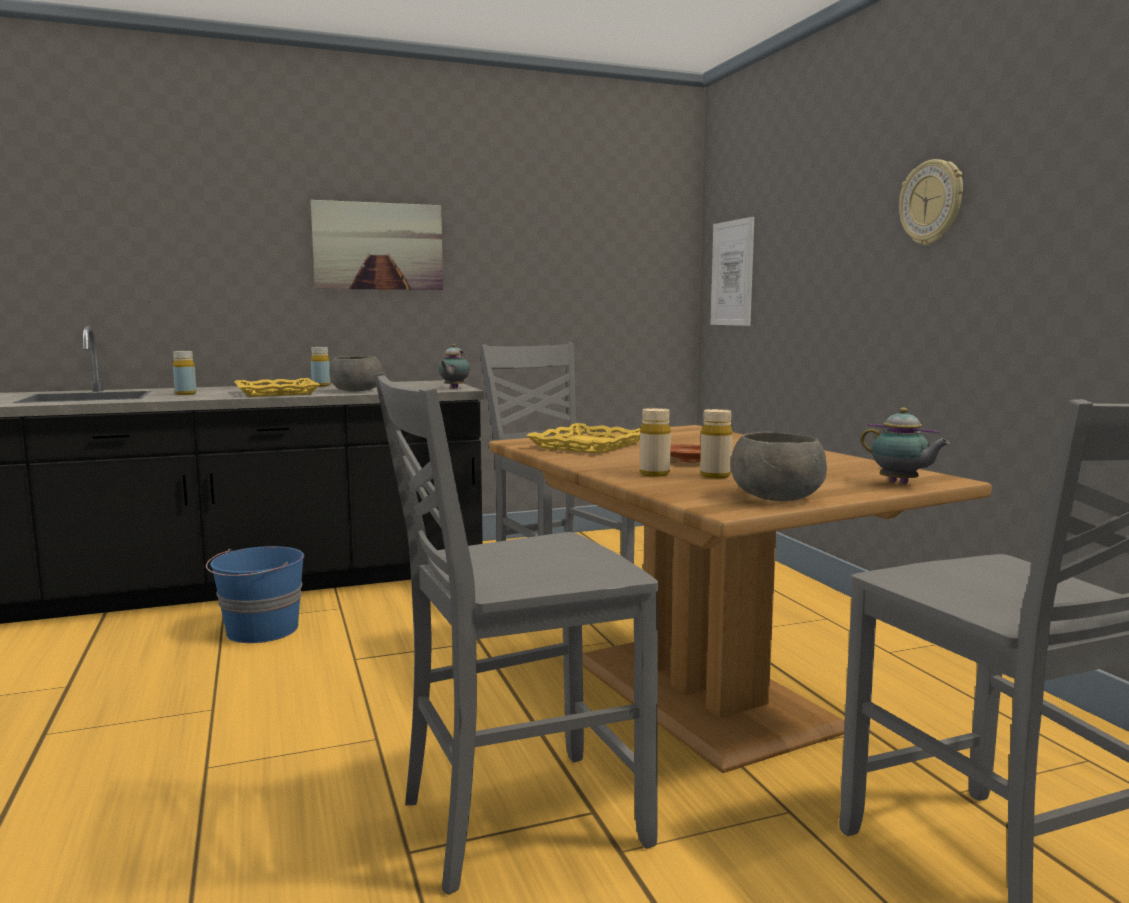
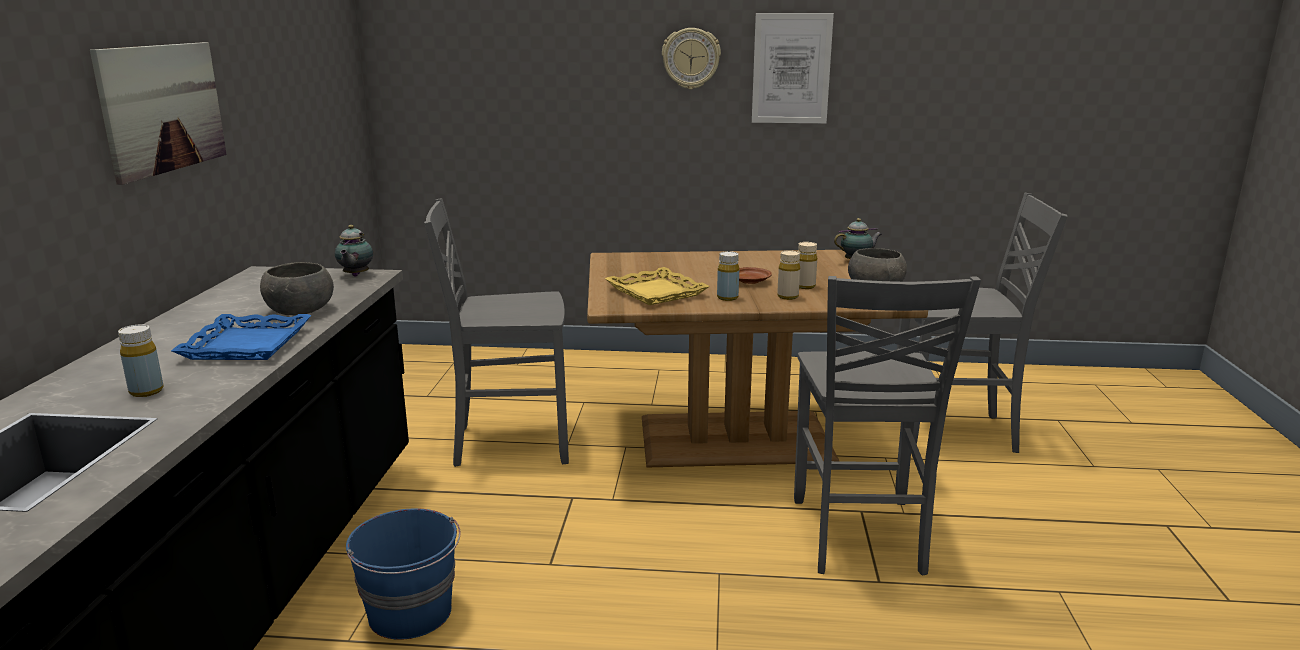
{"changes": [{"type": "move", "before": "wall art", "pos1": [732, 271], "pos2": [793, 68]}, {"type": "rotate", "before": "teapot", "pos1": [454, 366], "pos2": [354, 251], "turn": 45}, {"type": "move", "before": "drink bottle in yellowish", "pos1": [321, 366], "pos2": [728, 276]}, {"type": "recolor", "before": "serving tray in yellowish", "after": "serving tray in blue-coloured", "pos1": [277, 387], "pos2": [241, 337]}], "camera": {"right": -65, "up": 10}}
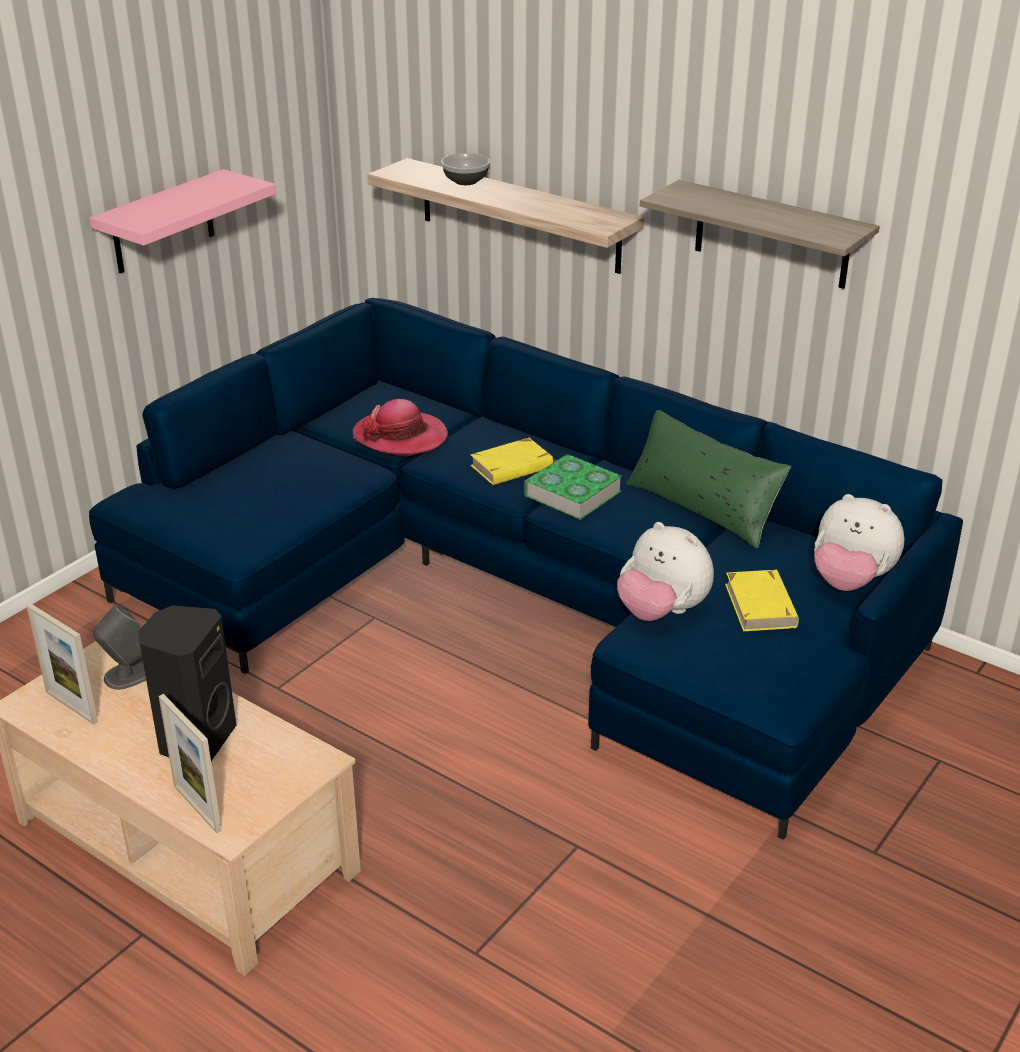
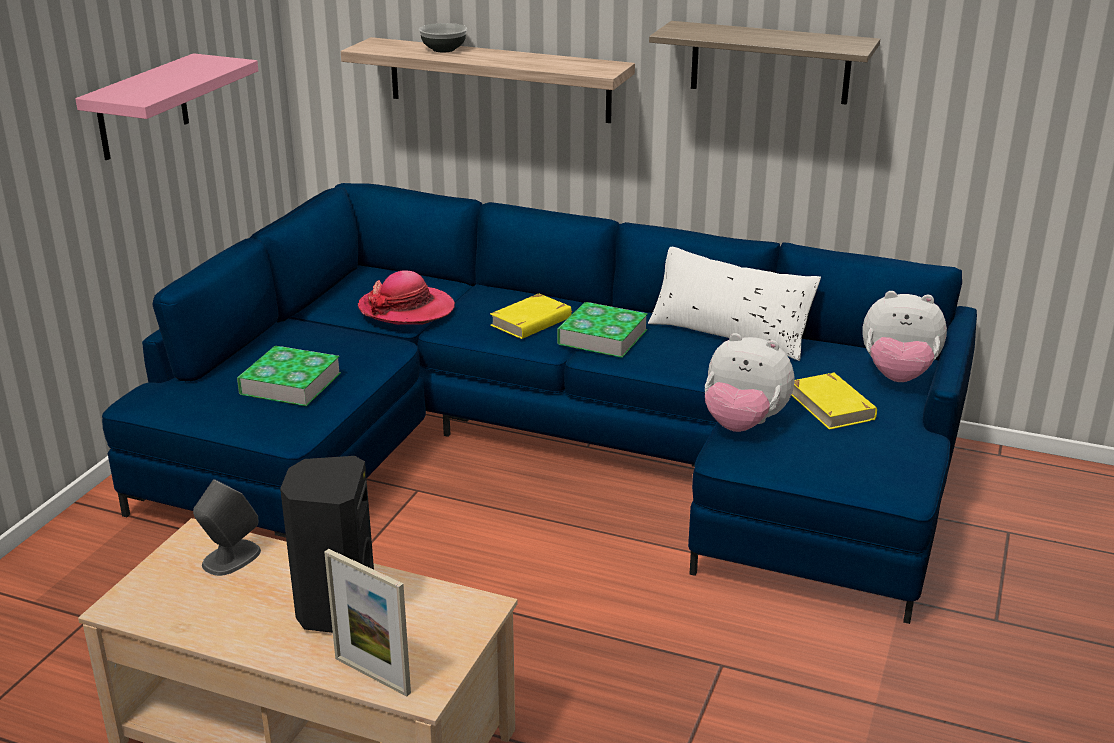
{"changes": [{"type": "recolor", "before": "throw pillow in green-coloured", "after": "throw pillow in white", "pos1": [708, 479], "pos2": [734, 304]}, {"type": "delete", "before": "picture frame", "pos1": [62, 663]}, {"type": "insert", "after": "book", "pos2": [289, 376]}], "camera": {"right": -15, "up": -5}}
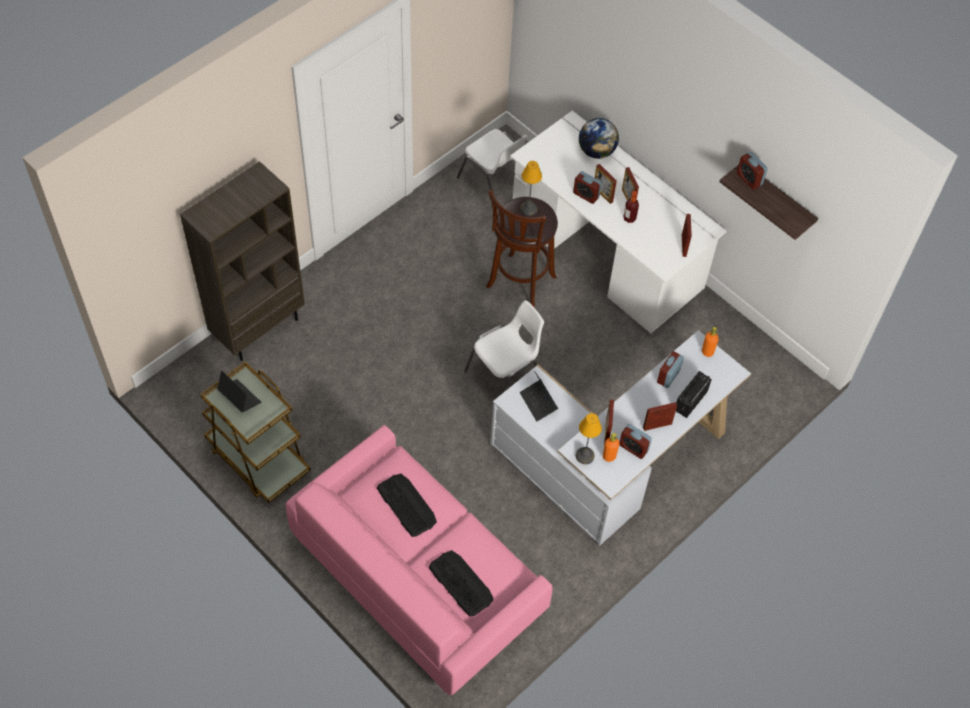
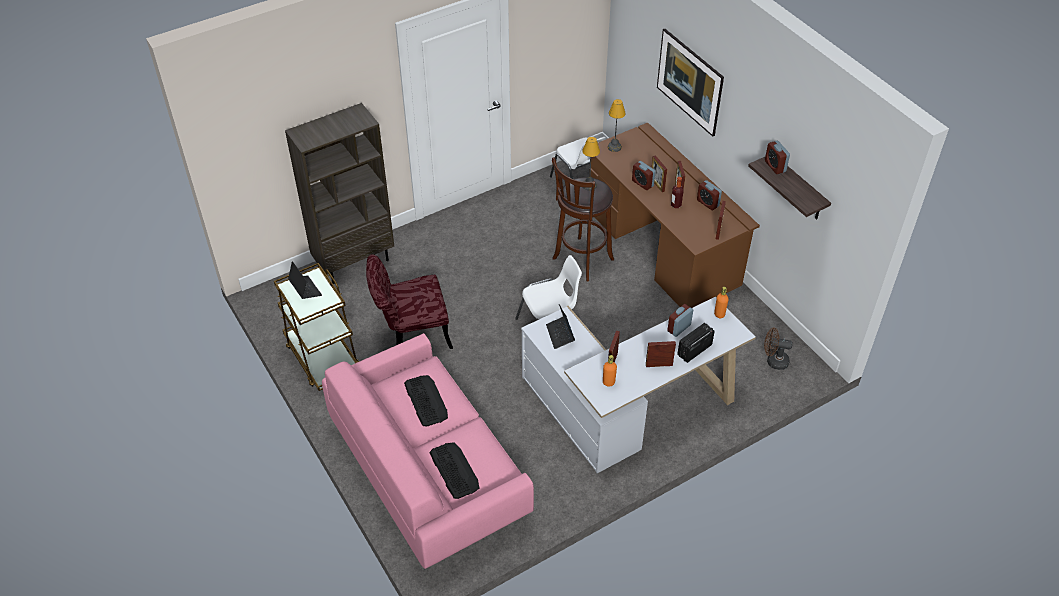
{"changes": [{"type": "recolor", "before": "desk unit in white", "after": "desk unit in brown-coloured", "pos1": [618, 222], "pos2": [674, 215]}, {"type": "delete", "before": "world globe", "pos1": [599, 138]}, {"type": "move", "before": "tabletop lamp", "pos1": [589, 438], "pos2": [617, 125]}, {"type": "move", "before": "alarm clock", "pos1": [635, 441], "pos2": [709, 195]}, {"type": "insert", "after": "wall art", "pos2": [690, 83]}, {"type": "insert", "after": "upright chair in red-coloured", "pos2": [409, 301]}, {"type": "insert", "after": "cooling fan in brown-coloured", "pos2": [778, 349]}], "camera": {"right": 15, "up": -10}}
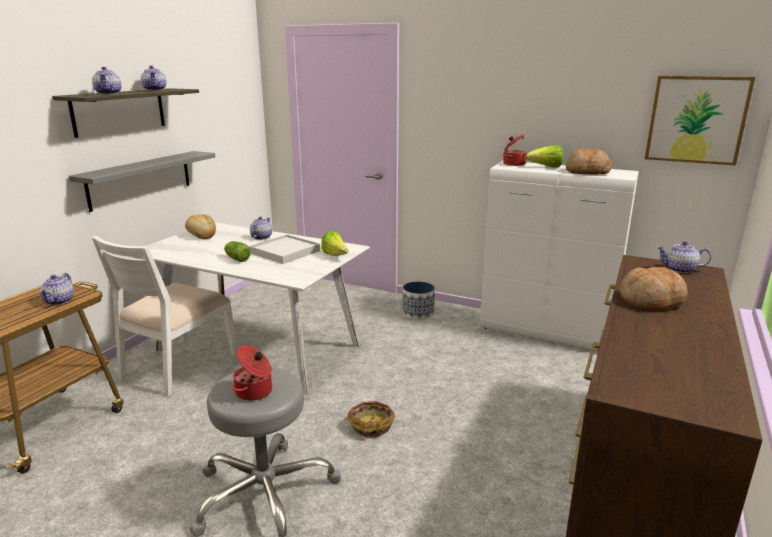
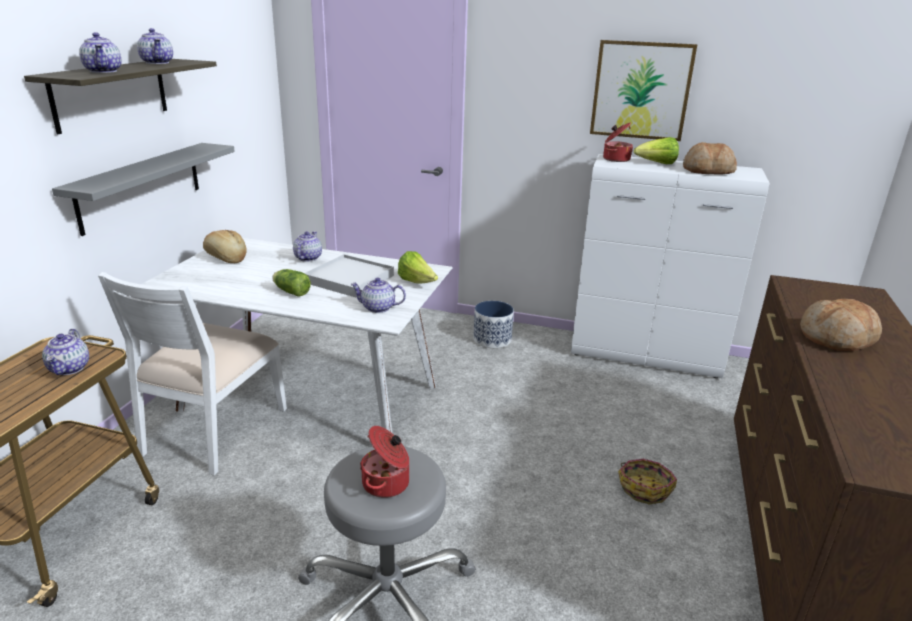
{"changes": [{"type": "move", "before": "wall art", "pos1": [700, 121], "pos2": [643, 90]}, {"type": "move", "before": "teapot", "pos1": [684, 257], "pos2": [378, 295]}, {"type": "move", "before": "household basket", "pos1": [371, 419], "pos2": [647, 482]}], "camera": {"right": -10, "up": 5}}
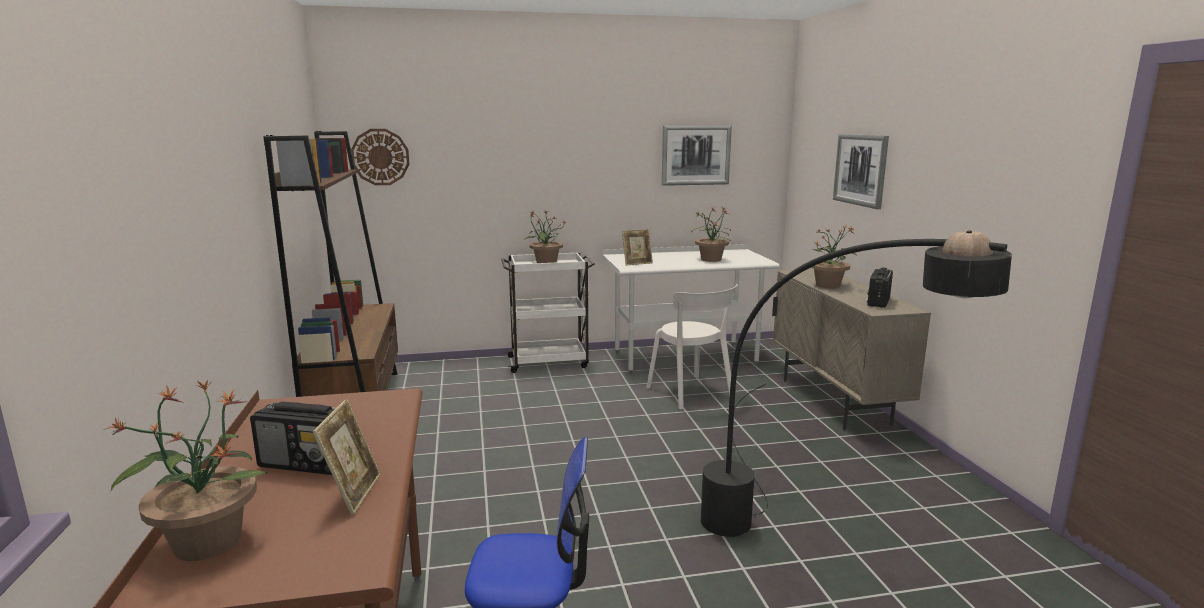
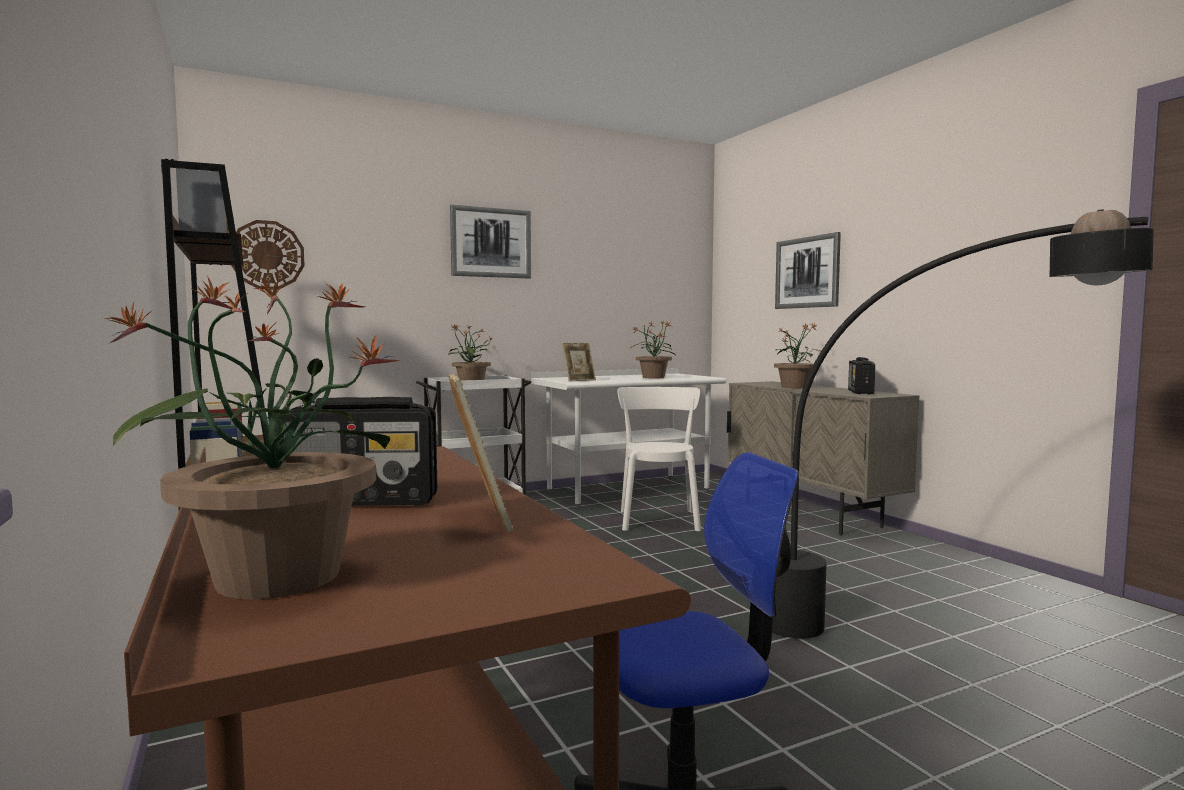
{"changes": [{"type": "move", "before": "wall art", "pos1": [697, 156], "pos2": [490, 241]}, {"type": "rotate", "before": "upright chair in white", "pos1": [692, 346], "pos2": [659, 459], "turn": -135}], "camera": {"right": -15, "up": -10}}
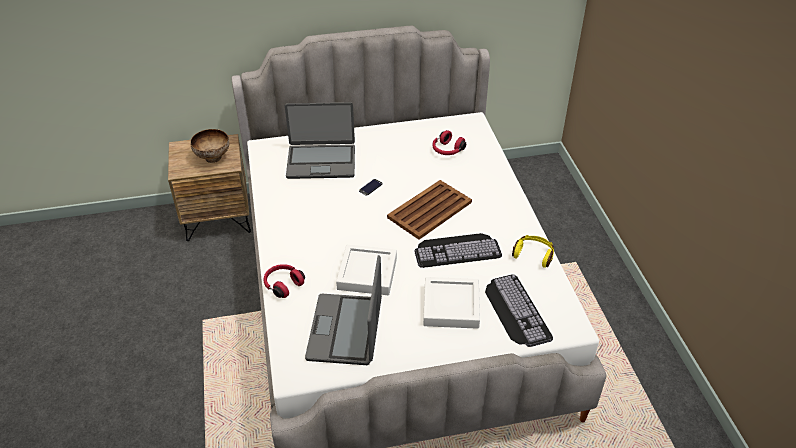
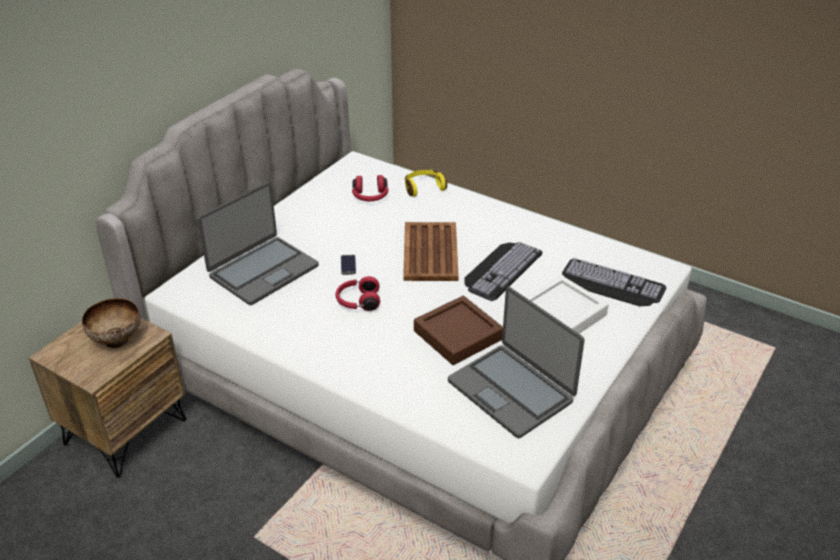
{"changes": [{"type": "move", "before": "headphones in yellowish", "pos1": [533, 251], "pos2": [426, 183]}, {"type": "recolor", "before": "serving tray in white", "after": "serving tray in brown-coloured", "pos1": [366, 270], "pos2": [458, 330]}, {"type": "move", "before": "headphones in red-coloured", "pos1": [284, 281], "pos2": [357, 293]}], "camera": {"right": -45, "up": -5}}
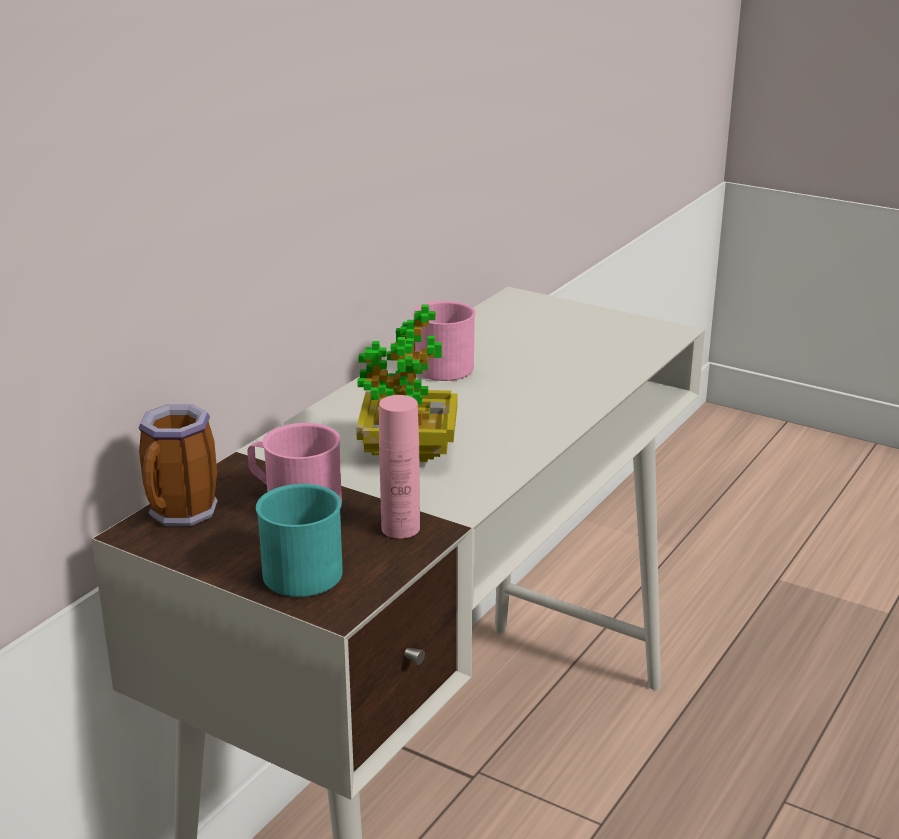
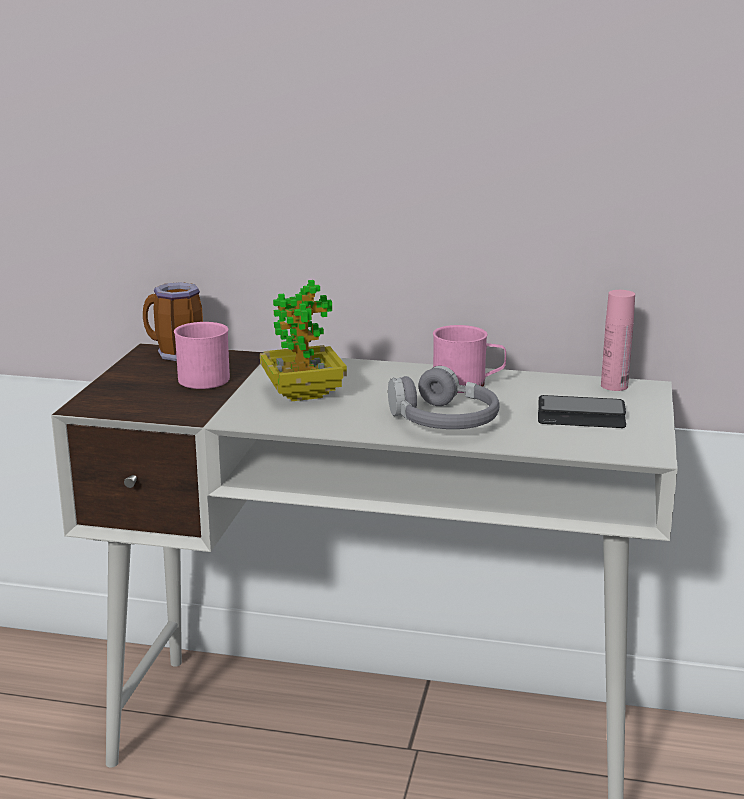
{"changes": [{"type": "move", "before": "drink bottle in pink-coloured", "pos1": [399, 467], "pos2": [618, 340]}, {"type": "delete", "before": "mug in turquoise", "pos1": [299, 540]}, {"type": "insert", "after": "headphones in greyish", "pos2": [443, 397]}, {"type": "insert", "after": "handset", "pos2": [582, 411]}], "camera": {"right": 70, "up": -5}}
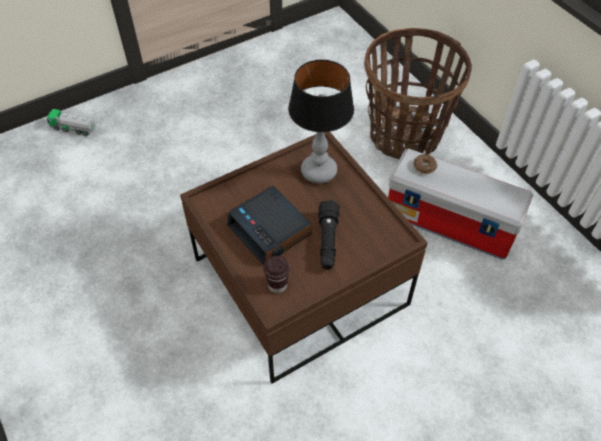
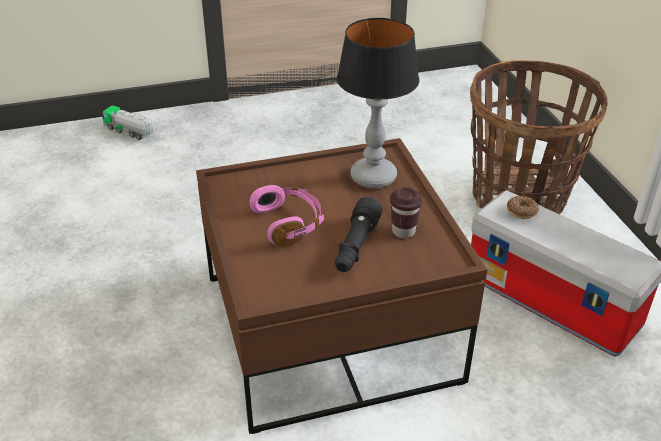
{"changes": [{"type": "replace", "before": "alarm clock", "after": "headphones in pink-coloured", "pos1": [269, 225], "pos2": [287, 215]}, {"type": "move", "before": "drinking cup in brown-coloured", "pos1": [276, 274], "pos2": [406, 212]}], "camera": {"right": 15, "up": -15}}
